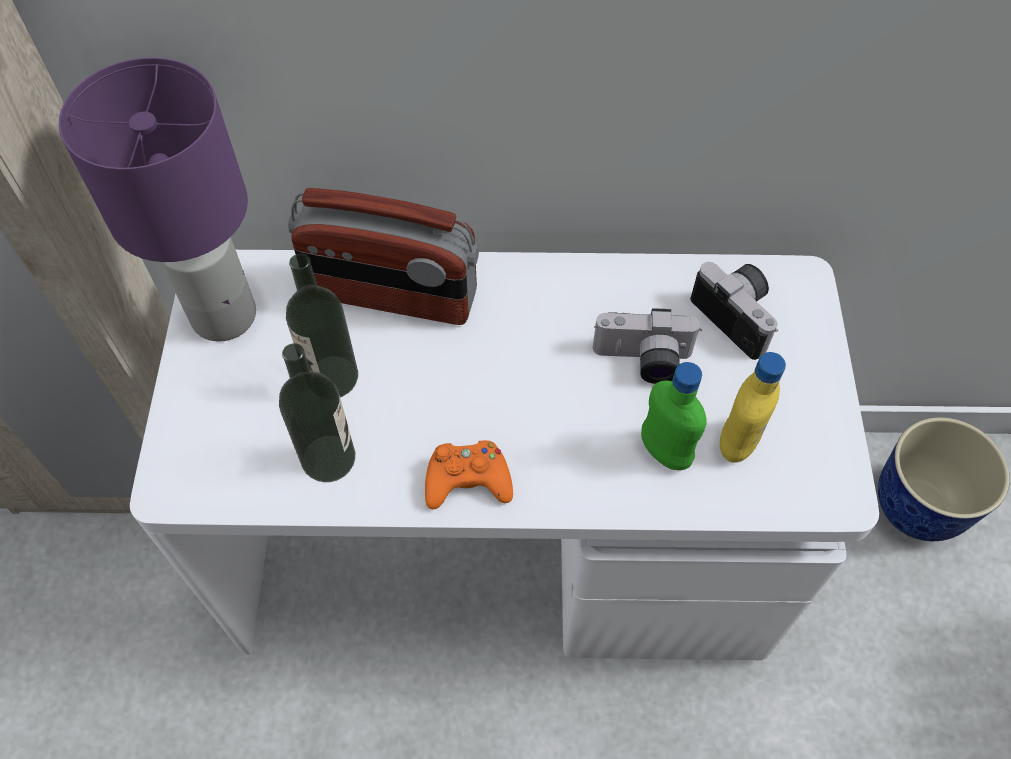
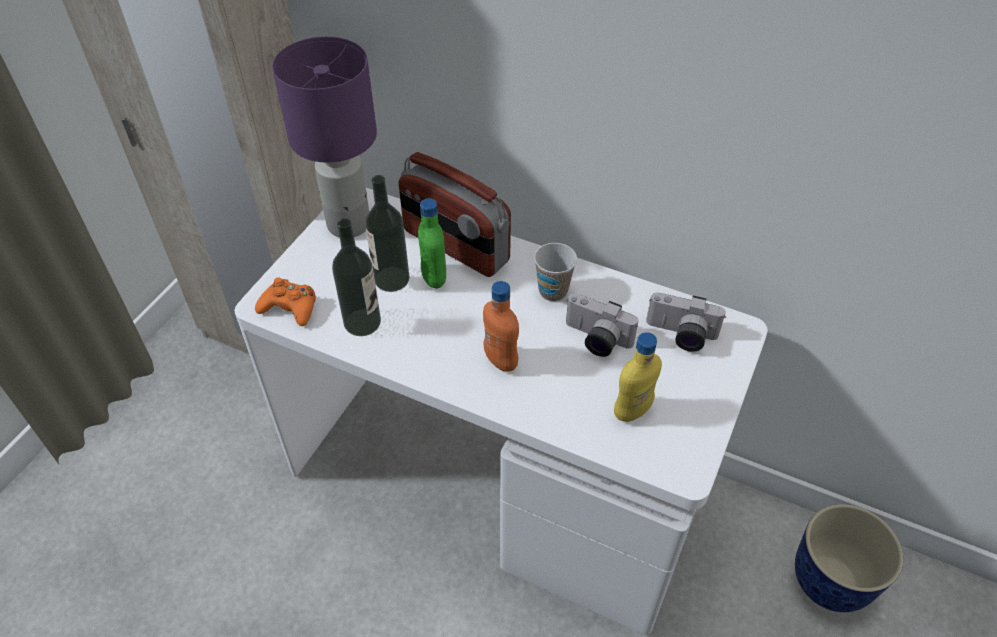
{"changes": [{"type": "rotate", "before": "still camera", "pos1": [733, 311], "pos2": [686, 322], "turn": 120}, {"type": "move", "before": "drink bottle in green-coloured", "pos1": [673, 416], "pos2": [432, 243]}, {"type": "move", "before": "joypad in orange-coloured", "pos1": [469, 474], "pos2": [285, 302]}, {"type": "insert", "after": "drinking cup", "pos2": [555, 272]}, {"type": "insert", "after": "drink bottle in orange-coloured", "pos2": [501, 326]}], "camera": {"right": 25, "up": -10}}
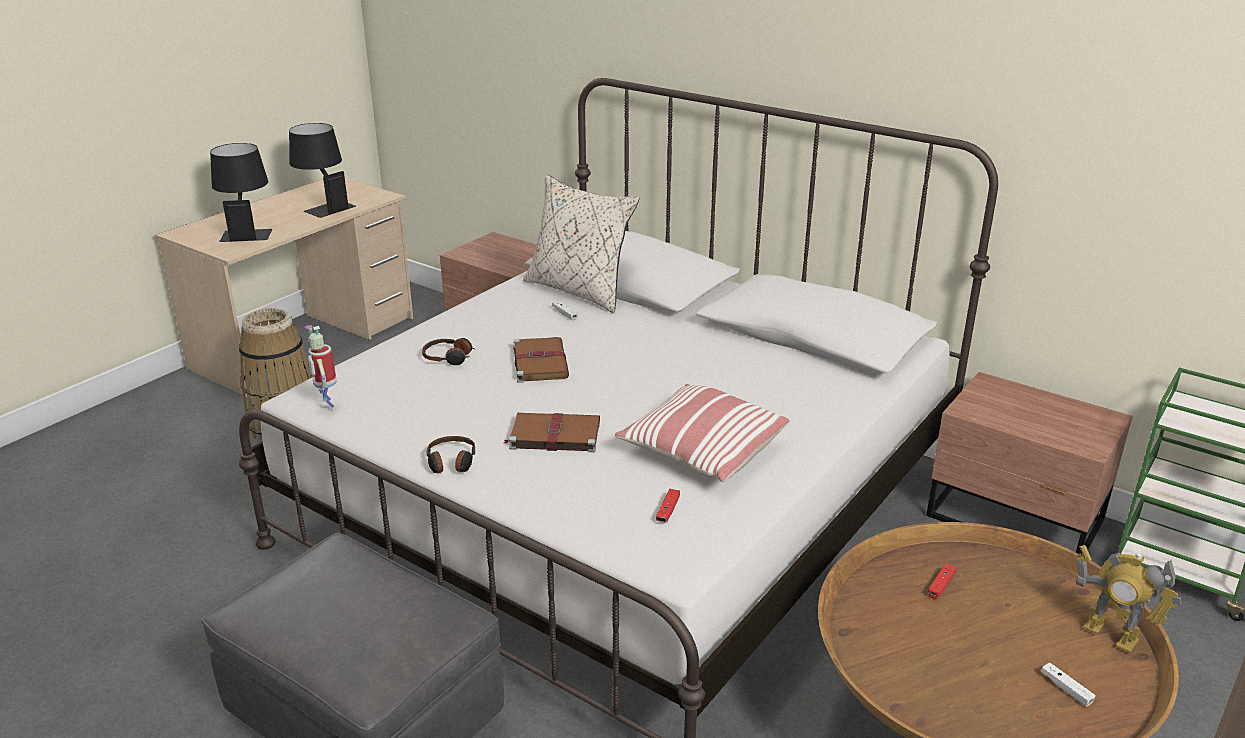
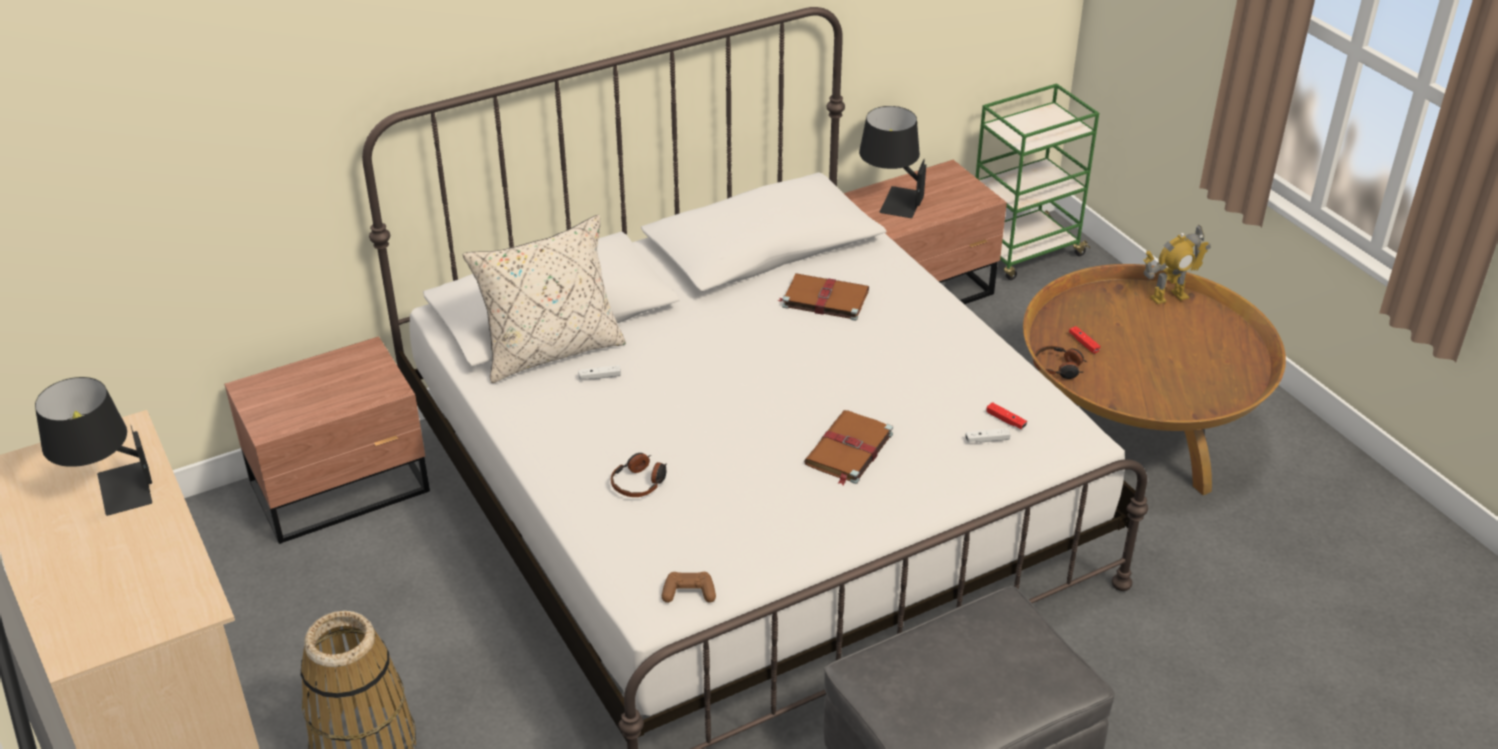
{"changes": [{"type": "move", "before": "tabletop lamp in blackish", "pos1": [241, 192], "pos2": [892, 162]}, {"type": "replace", "before": "model robot", "after": "joypad in brown-coloured", "pos1": [320, 368], "pos2": [689, 587]}, {"type": "move", "before": "book in brown-coloured", "pos1": [541, 360], "pos2": [823, 297]}, {"type": "delete", "before": "throw pillow", "pos1": [702, 433]}, {"type": "move", "before": "headphones", "pos1": [451, 454], "pos2": [1060, 362]}, {"type": "move", "before": "joypad in white", "pos1": [1068, 685], "pos2": [988, 435]}], "camera": {"right": -65, "up": 10}}
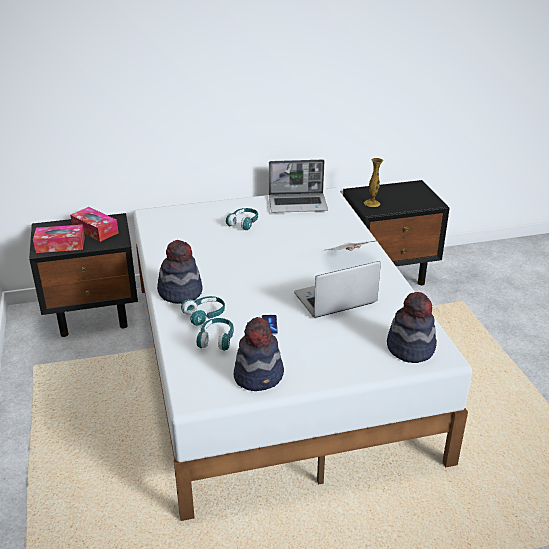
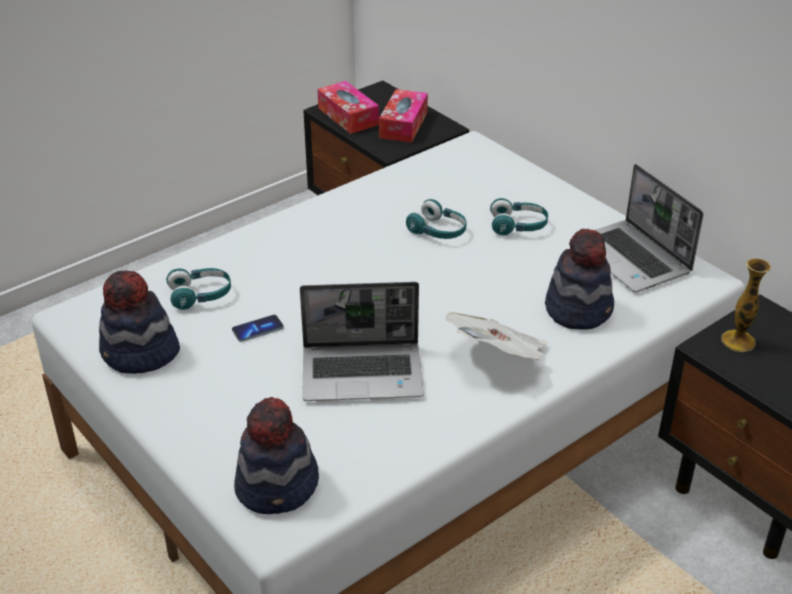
{"changes": [{"type": "move", "before": "hat", "pos1": [179, 272], "pos2": [579, 279]}, {"type": "rotate", "before": "notebook computer", "pos1": [337, 289], "pos2": [362, 341], "turn": 135}, {"type": "move", "before": "headphones in turquoise", "pos1": [203, 311], "pos2": [436, 219]}], "camera": {"right": 65, "up": 5}}
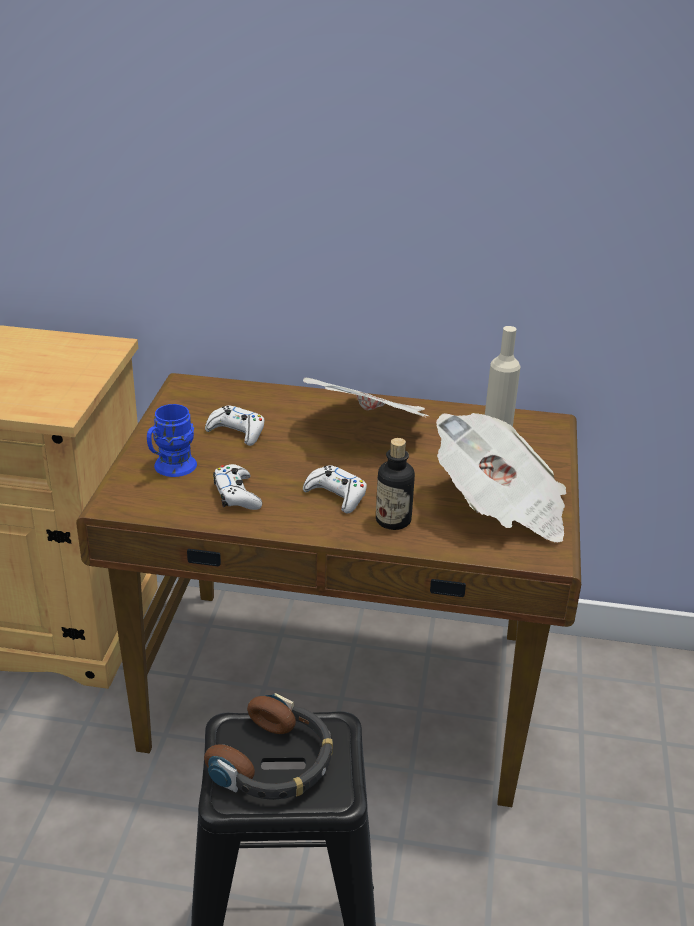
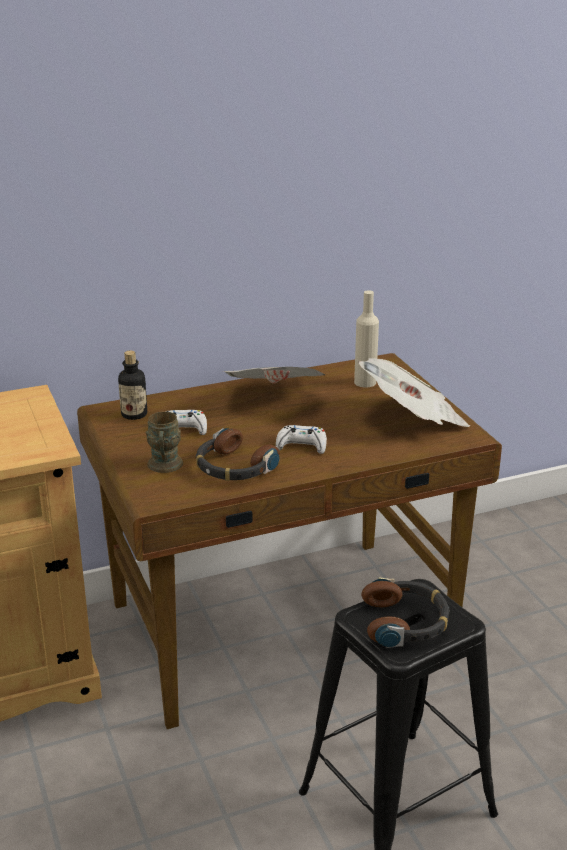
{"changes": [{"type": "recolor", "before": "mug in blue-coloured", "after": "mug in brown-coloured", "pos1": [172, 440], "pos2": [164, 442]}, {"type": "move", "before": "drink bottle", "pos1": [395, 484], "pos2": [132, 385]}, {"type": "replace", "before": "joypad in white", "after": "headphones", "pos1": [237, 487], "pos2": [238, 454]}], "camera": {"right": -30, "up": -5}}
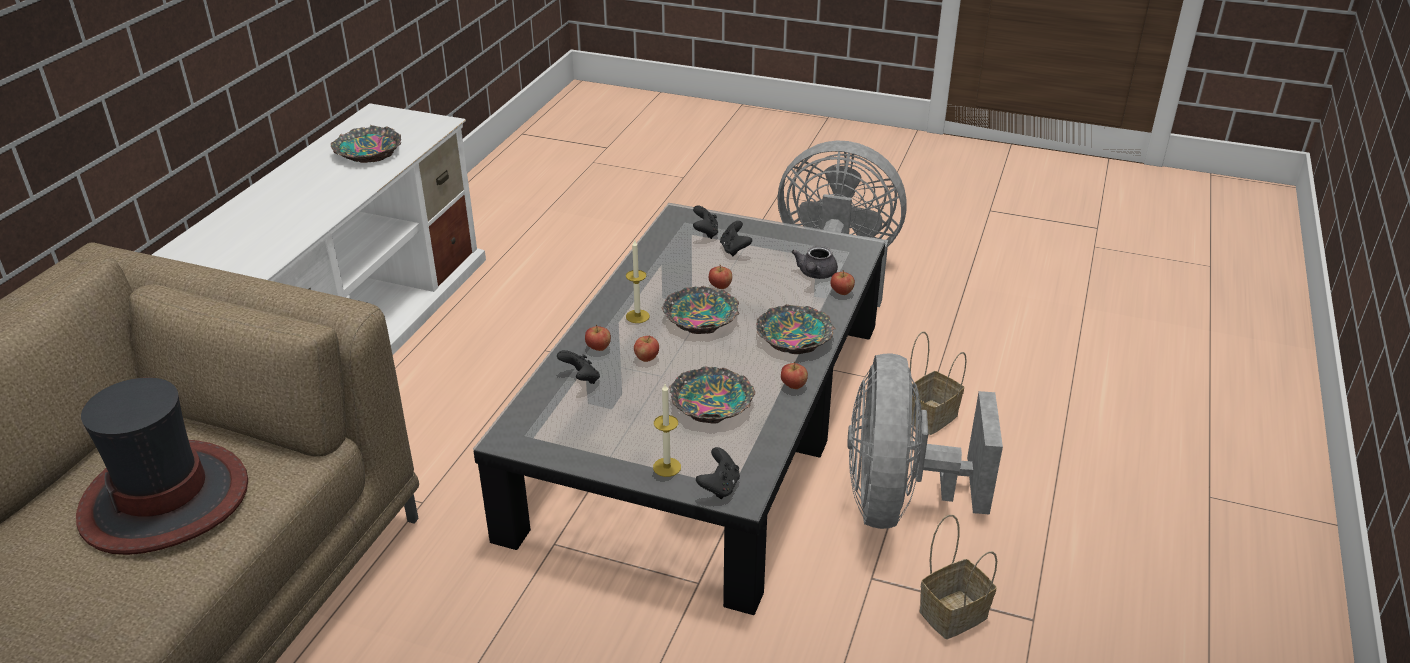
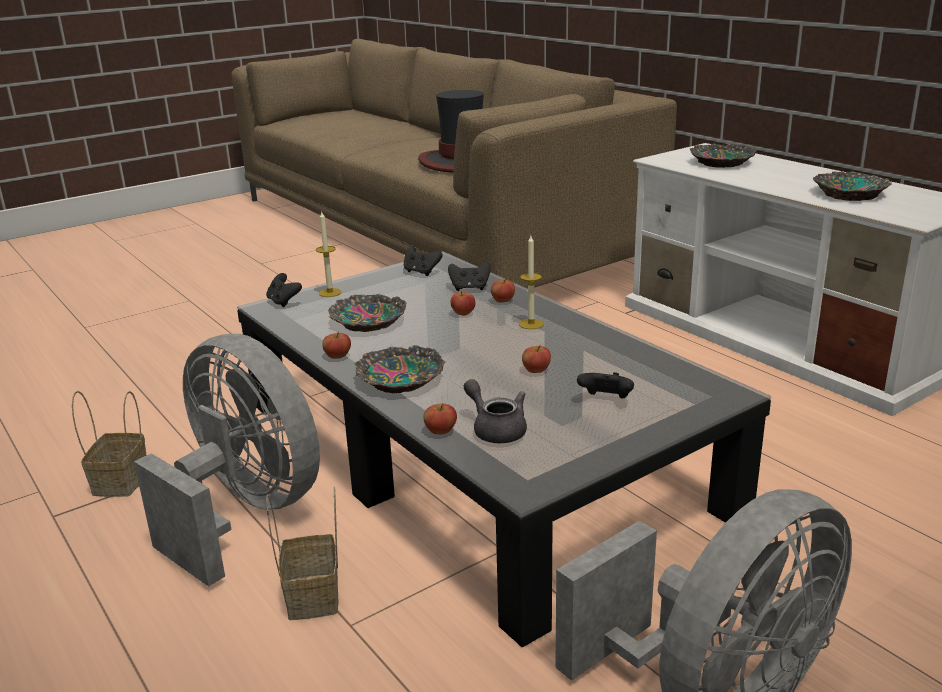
{"changes": [{"type": "move", "before": "joypad in blackish", "pos1": [705, 222], "pos2": [423, 261]}, {"type": "move", "before": "deep dish", "pos1": [700, 310], "pos2": [723, 156]}], "camera": {"right": 125, "up": -10}}
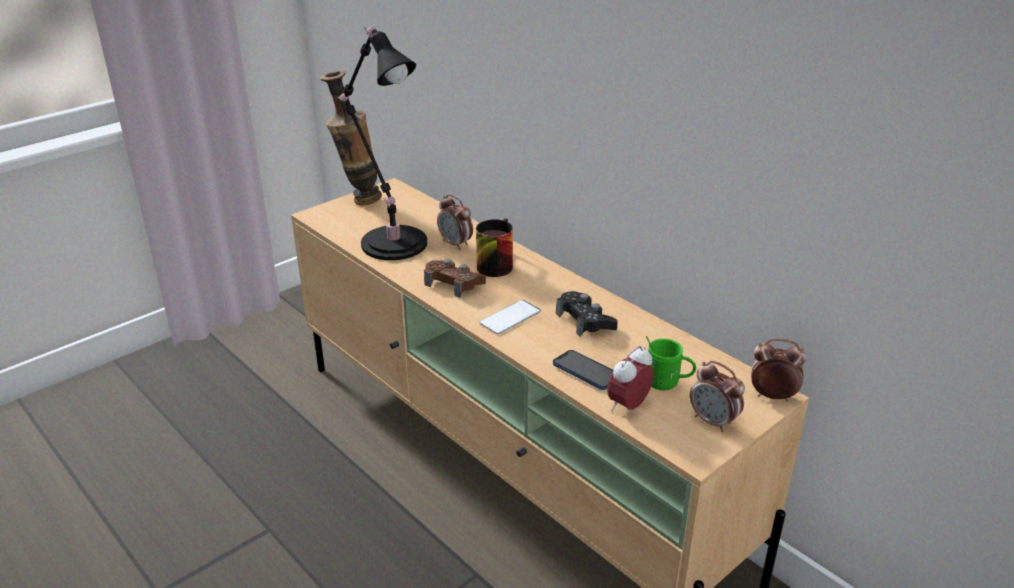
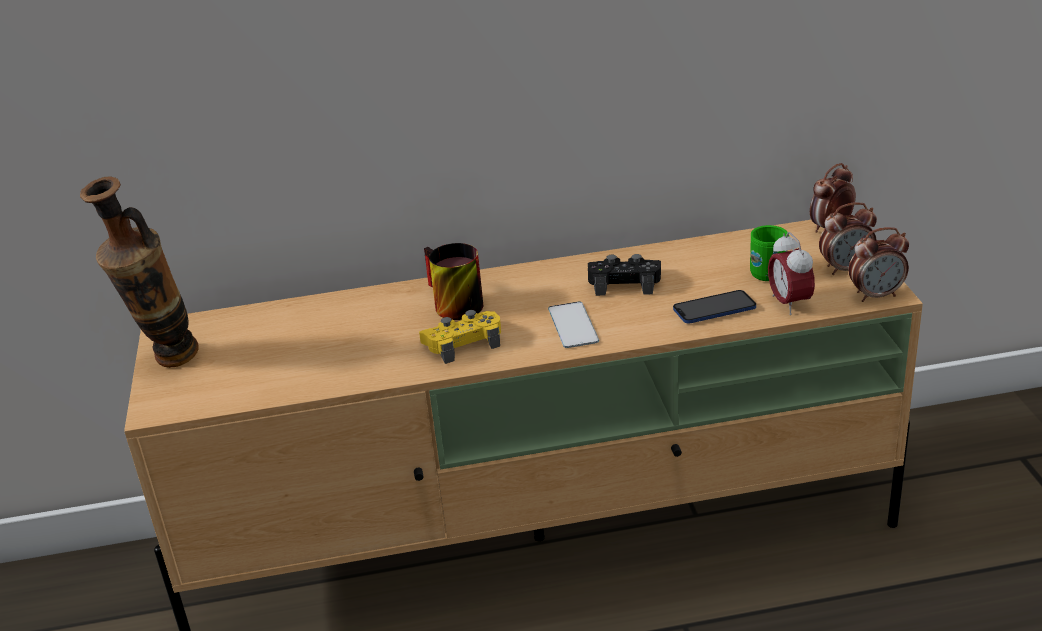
{"changes": [{"type": "delete", "before": "tabletop lamp in blackish", "pos1": [382, 143]}, {"type": "move", "before": "alarm clock", "pos1": [455, 222], "pos2": [878, 264]}, {"type": "recolor", "before": "joypad in brown-coloured", "after": "joypad in yellowish", "pos1": [455, 278], "pos2": [460, 337]}], "camera": {"right": -55, "up": 0}}
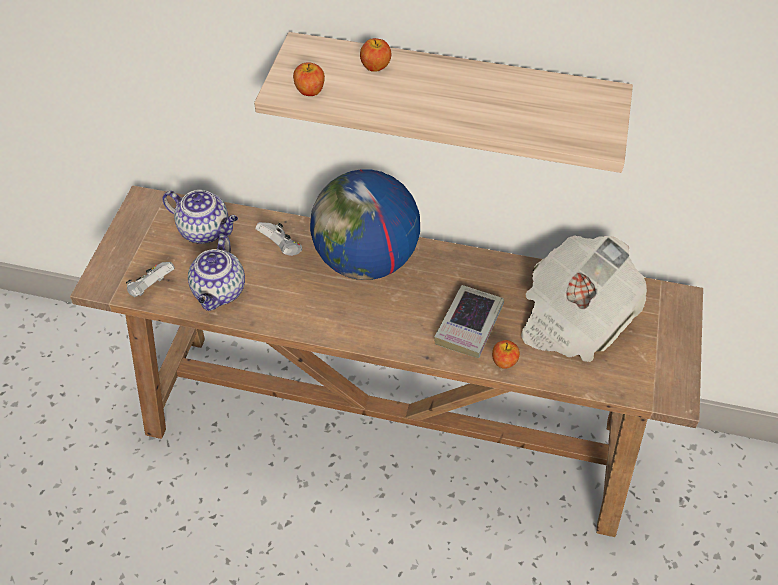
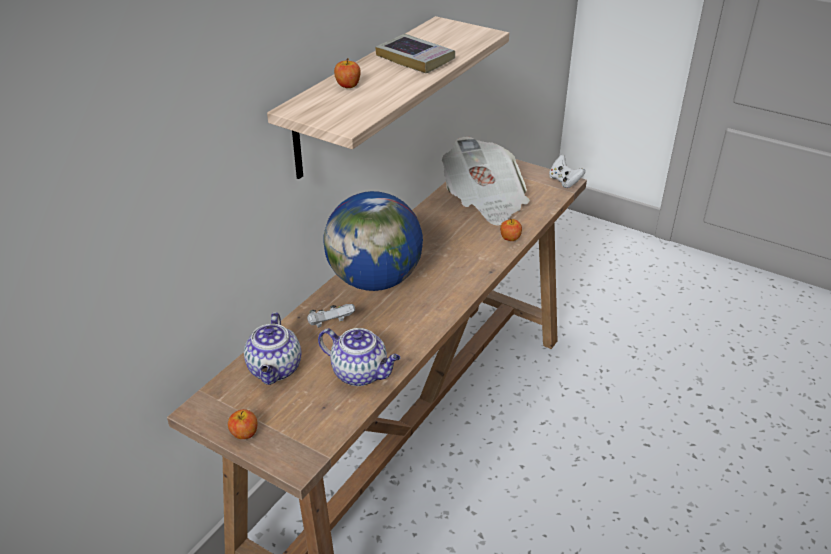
{"changes": [{"type": "move", "before": "apple fruit", "pos1": [309, 79], "pos2": [242, 424]}, {"type": "rotate", "before": "teapot", "pos1": [200, 217], "pos2": [272, 348], "turn": 135}, {"type": "move", "before": "joypad in white", "pos1": [150, 279], "pos2": [567, 171]}, {"type": "move", "before": "book", "pos1": [469, 321], "pos2": [415, 53]}], "camera": {"right": -70, "up": -15}}
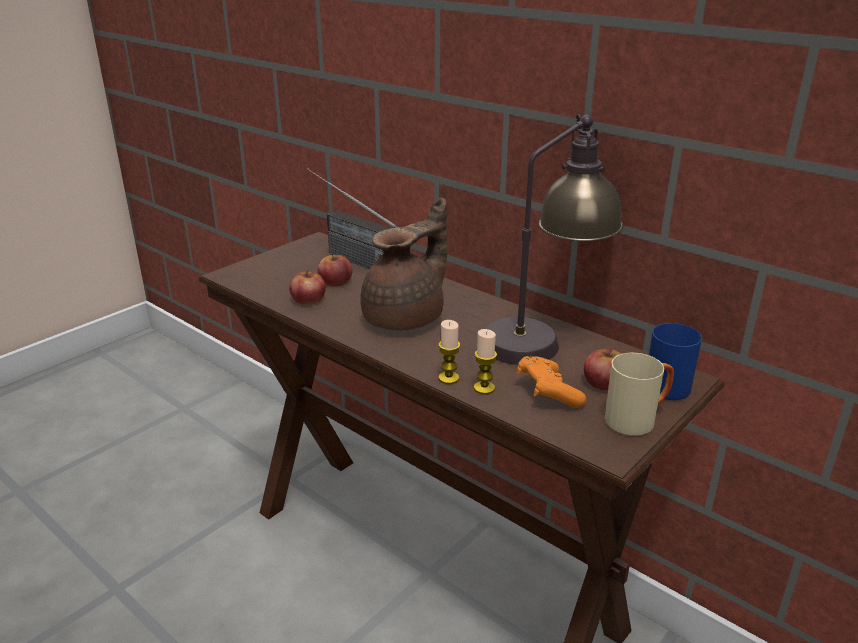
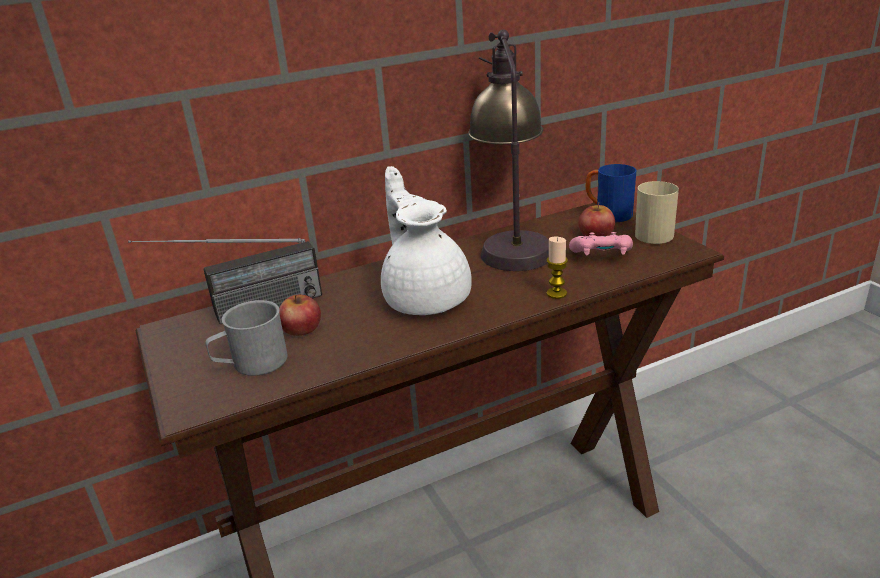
{"changes": [{"type": "recolor", "before": "teapot in brown-coloured", "after": "teapot in white", "pos1": [403, 263], "pos2": [426, 240]}, {"type": "delete", "before": "apple fruit", "pos1": [307, 287]}, {"type": "delete", "before": "wax candle", "pos1": [485, 361]}, {"type": "recolor", "before": "joypad in orange-coloured", "after": "joypad in pink-coloured", "pos1": [551, 382], "pos2": [601, 243]}, {"type": "insert", "after": "mug in greyish", "pos2": [246, 338]}], "camera": {"right": -65, "up": 0}}
